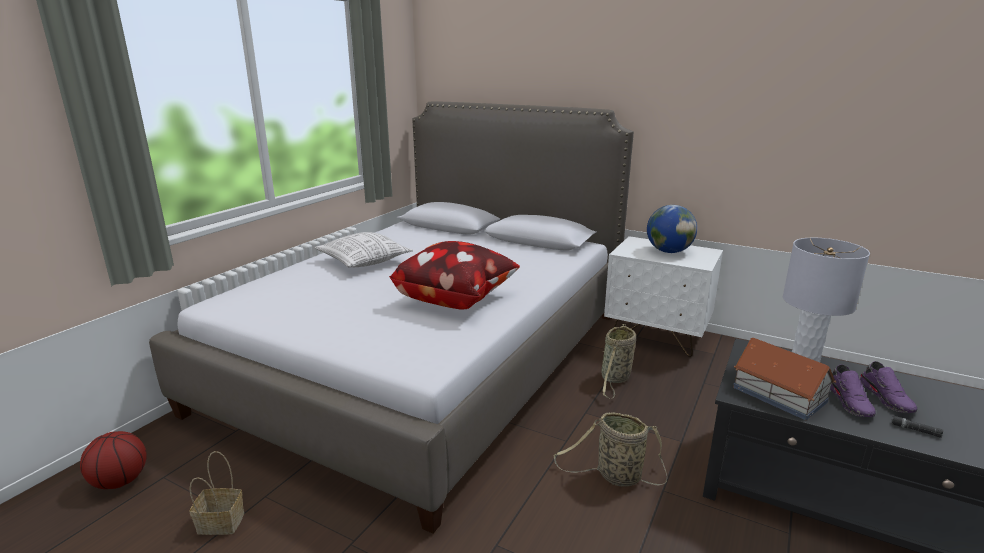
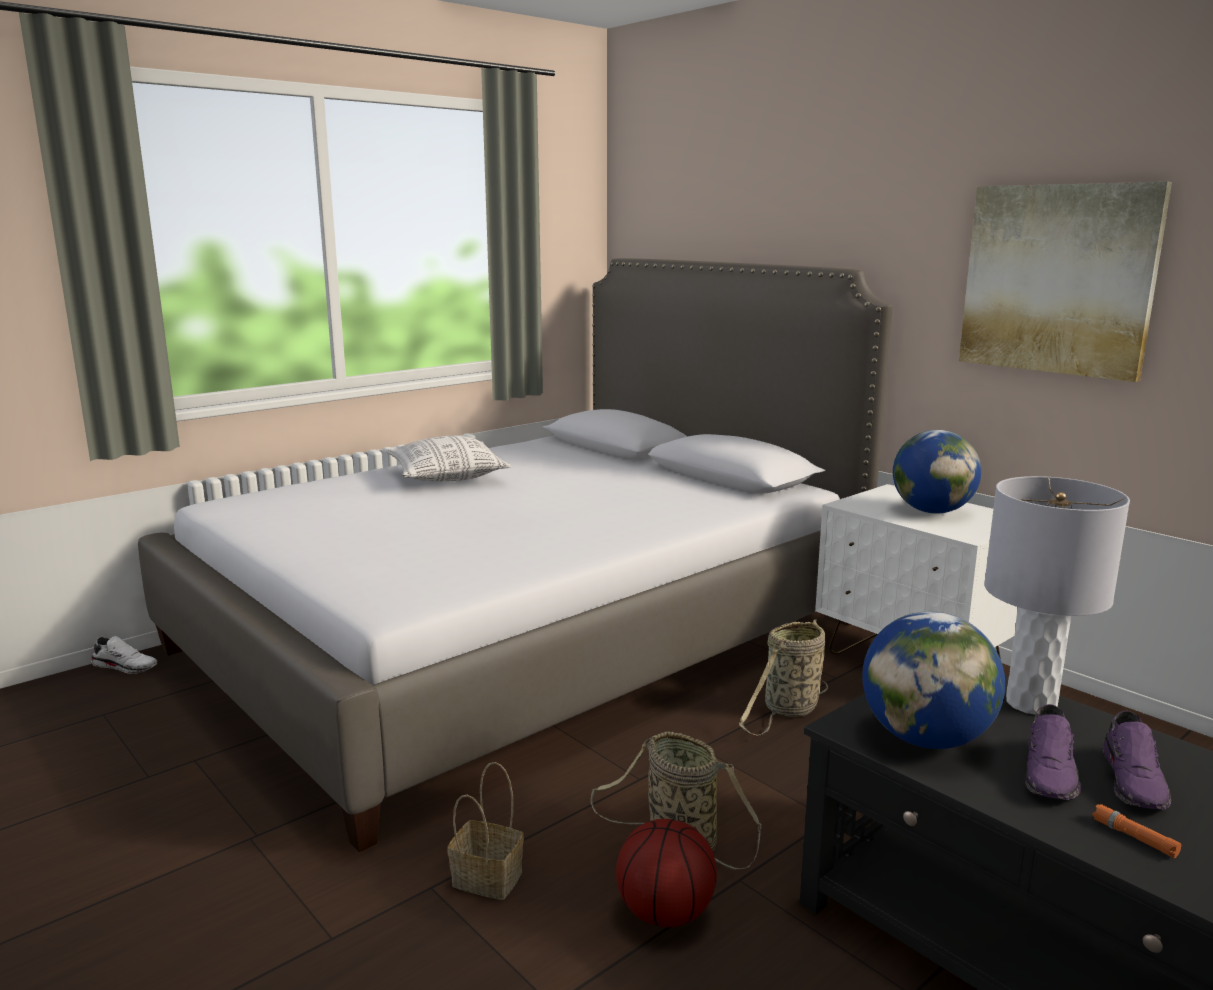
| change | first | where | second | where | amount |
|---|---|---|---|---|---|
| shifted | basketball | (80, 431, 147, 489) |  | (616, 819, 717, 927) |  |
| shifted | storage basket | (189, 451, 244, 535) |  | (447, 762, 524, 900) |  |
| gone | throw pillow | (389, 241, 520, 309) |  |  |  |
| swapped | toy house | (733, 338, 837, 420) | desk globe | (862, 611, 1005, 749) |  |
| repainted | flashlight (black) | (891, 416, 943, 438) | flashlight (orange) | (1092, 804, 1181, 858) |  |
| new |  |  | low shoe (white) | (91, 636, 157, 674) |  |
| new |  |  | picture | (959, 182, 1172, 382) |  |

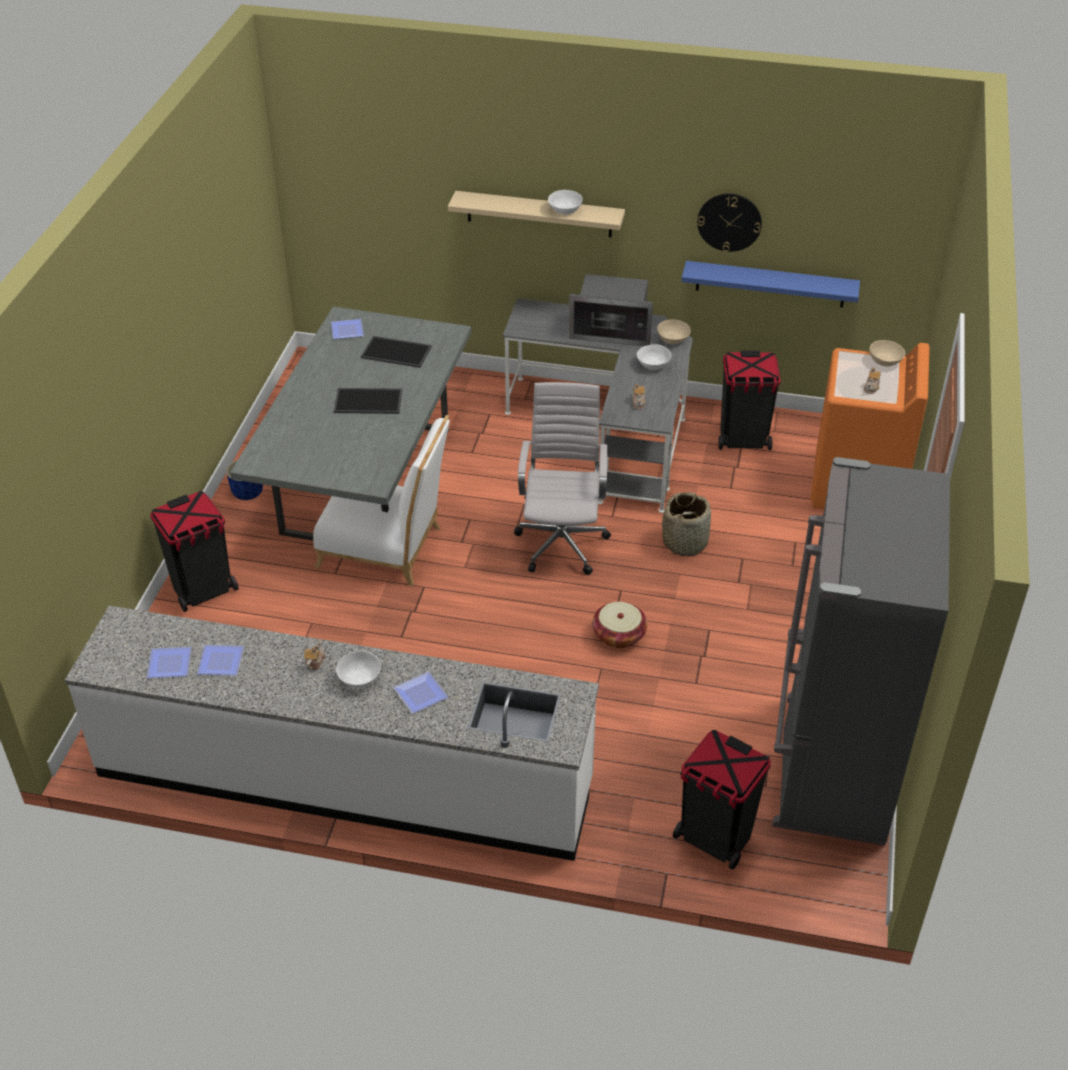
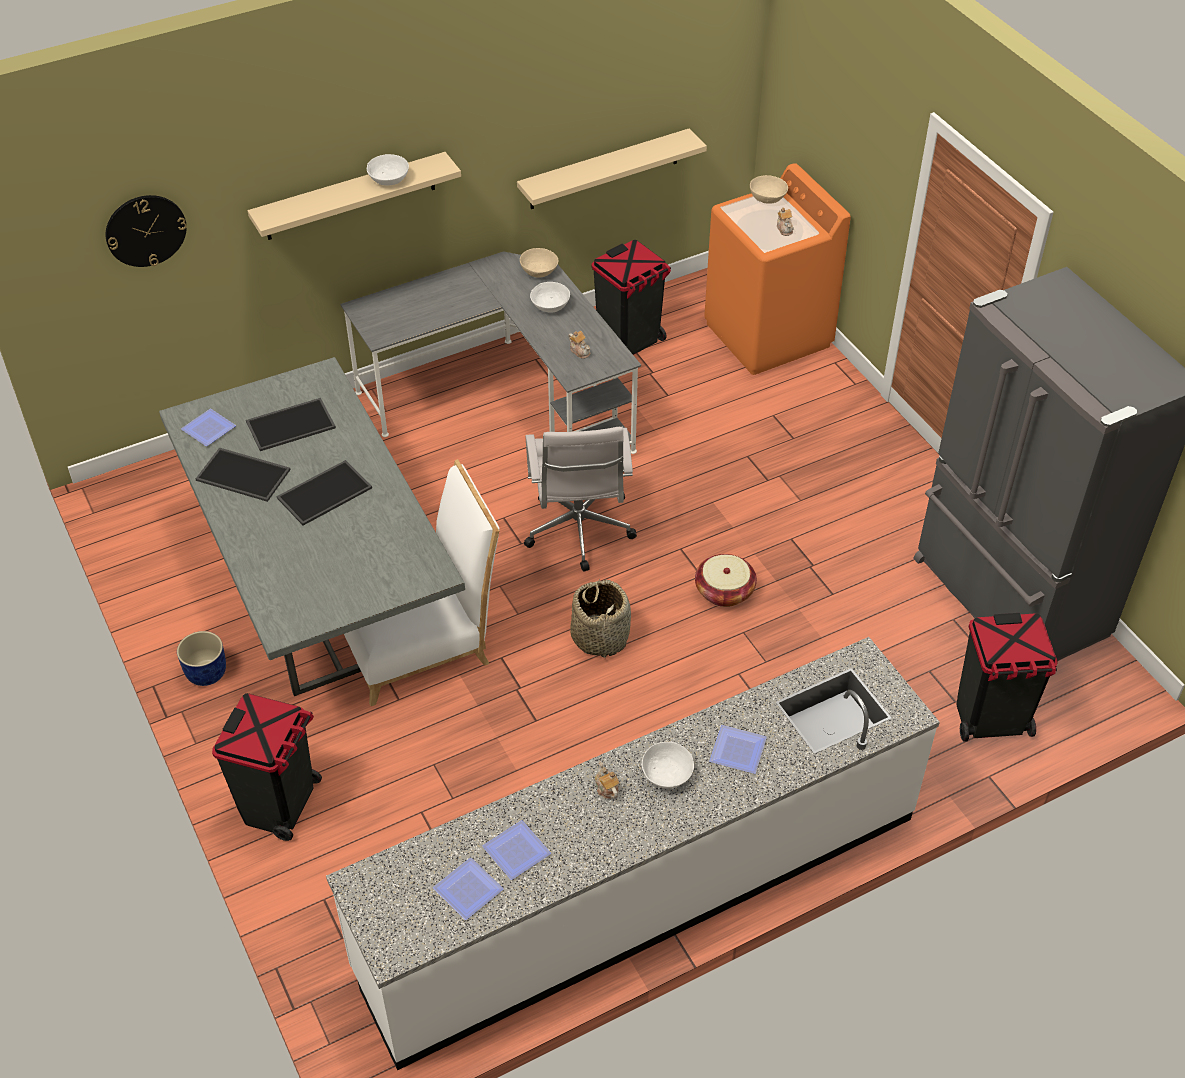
| change | first | where | second | where | amount |
|---|---|---|---|---|---|
| rotated | desk chair (white) | (514, 382, 611, 575) |  | (524, 427, 637, 572) | 150 degrees counterclockwise |
| gone | microwave | (569, 274, 653, 346) |  |  |  |
| shifted | storage basket | (662, 492, 711, 557) |  | (570, 579, 631, 658) |  |
| repainted | wall shelf (blue) | (681, 261, 860, 308) | wall shelf (sand-coloured) | (517, 128, 707, 209) |  |
| shifted | clock on the wall | (697, 194, 762, 252) |  | (106, 195, 187, 267) |  |
| new |  |  | carrying tray | (196, 447, 290, 502) |  |

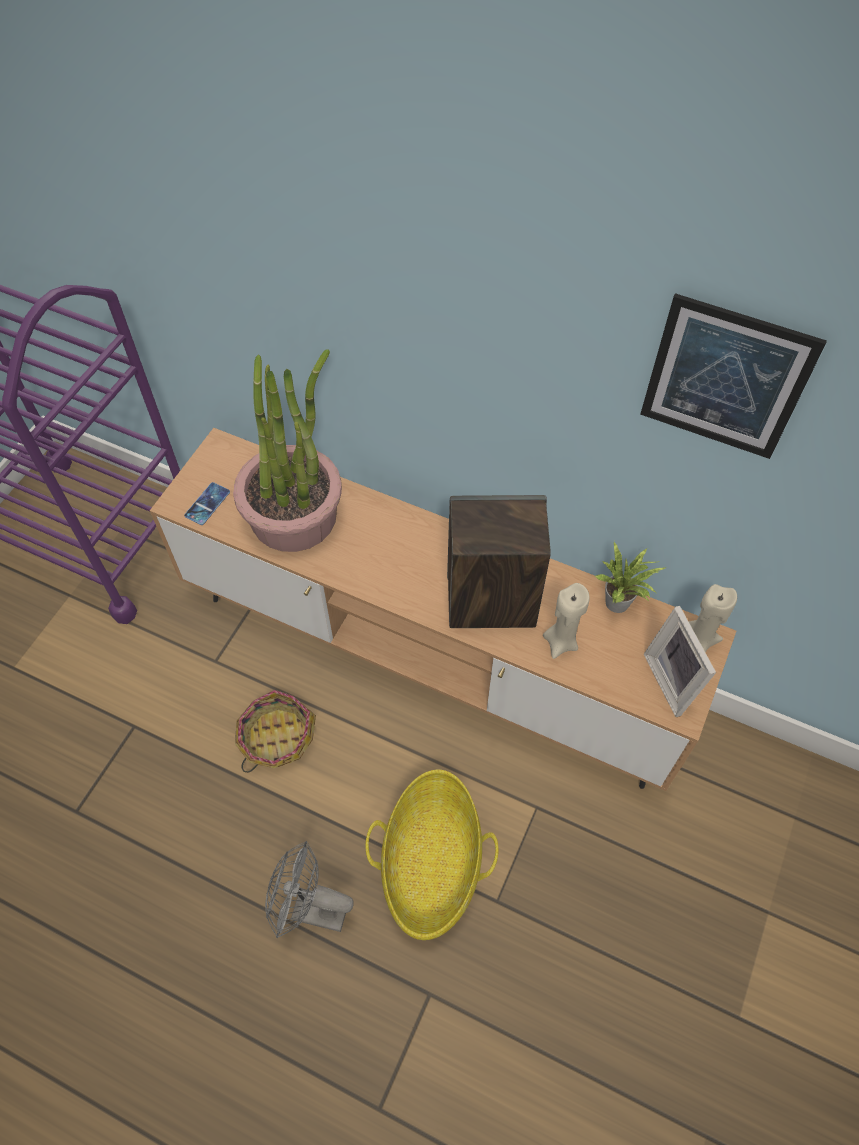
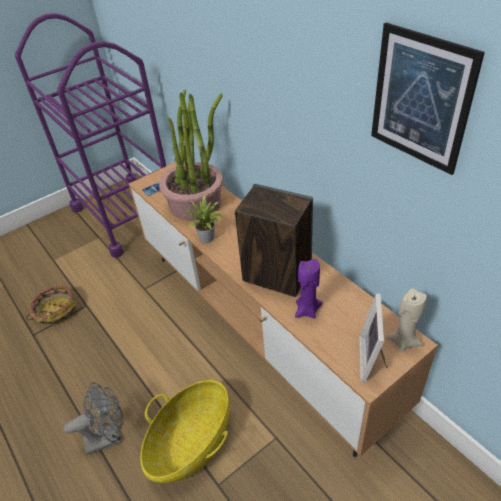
| change | first | where | second | where | amount |
|---|---|---|---|---|---|
| shifted | storage basket | (235, 690, 316, 773) |  | (26, 284, 77, 324) |  |
| rotated | fan (greyish) | (265, 841, 354, 938) |  | (64, 382, 123, 455) | 120 degrees clockwise |
| repainted | wax light (sand-coloured) | (543, 583, 590, 659) | wax light (purple) | (295, 259, 323, 318) |  |
| shifted | houseplant | (595, 542, 665, 613) |  | (182, 195, 223, 243) |  |

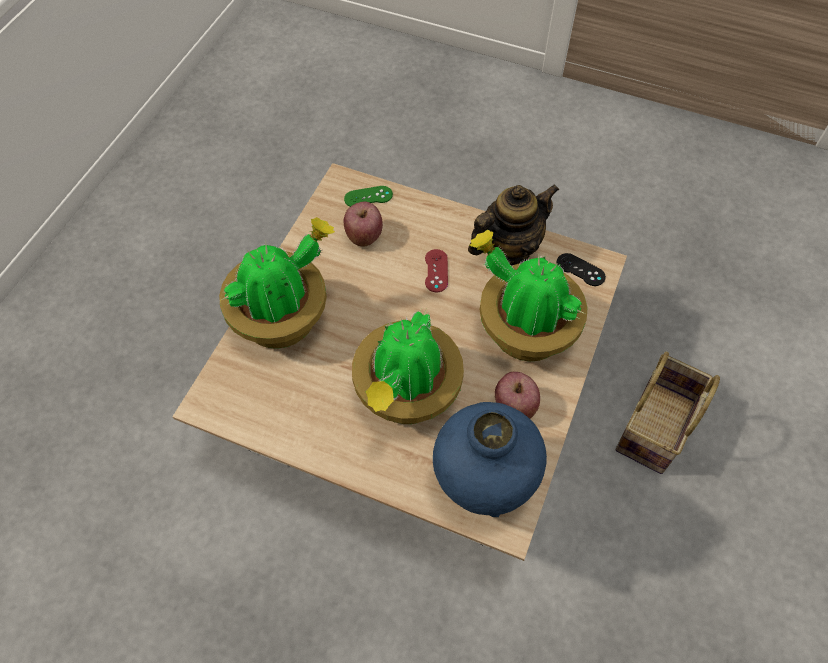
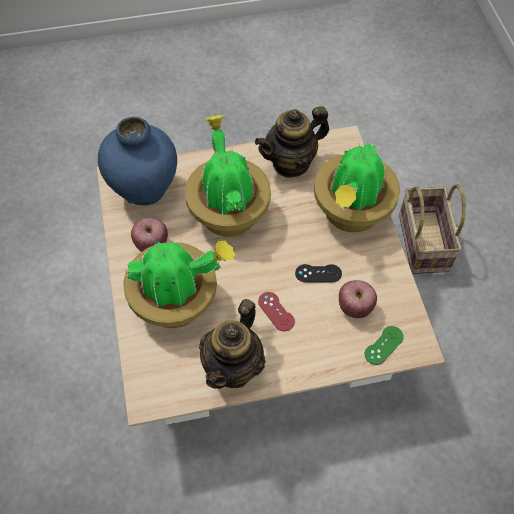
| change | first | where | second | where | amount |
|---|---|---|---|---|---|
| shifted | gamepad (black) | (556, 253, 606, 286) |  | (295, 264, 342, 283) |  |
| shifted | storage basket | (616, 352, 720, 474) |  | (399, 184, 466, 274) |  |
| new |  |  | teapot | (255, 106, 329, 178) |  |

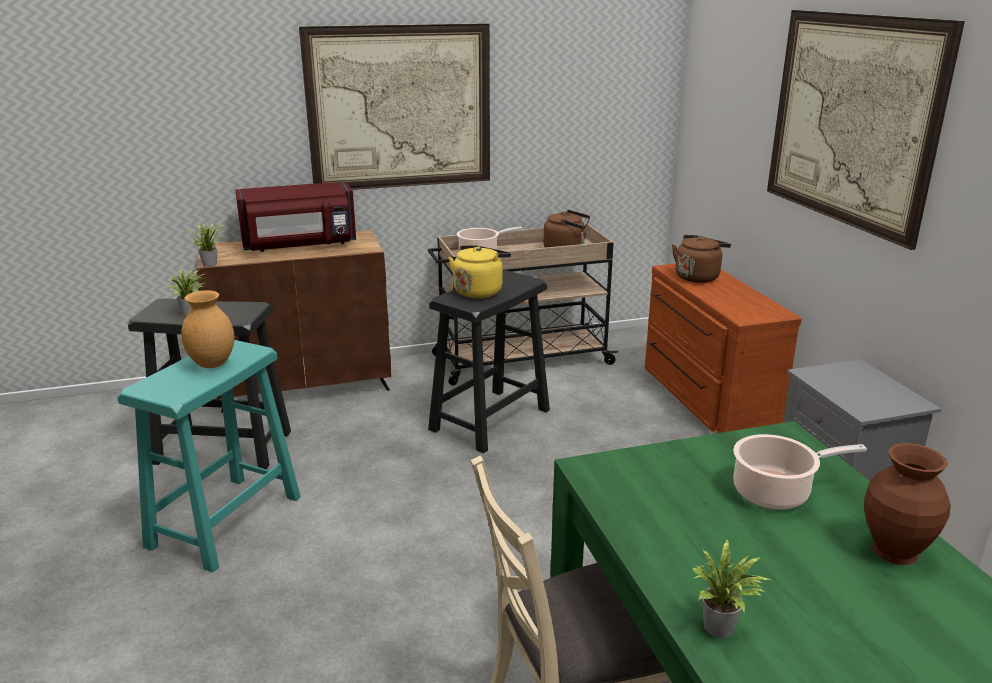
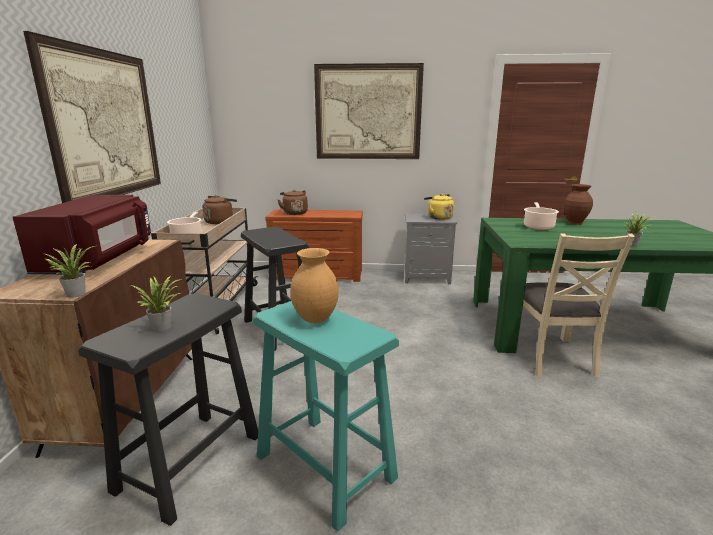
| change | first | where | second | where | amount |
|---|---|---|---|---|---|
| shifted | kettle (yellowish) | (448, 245, 511, 298) |  | (424, 194, 454, 220) |  |

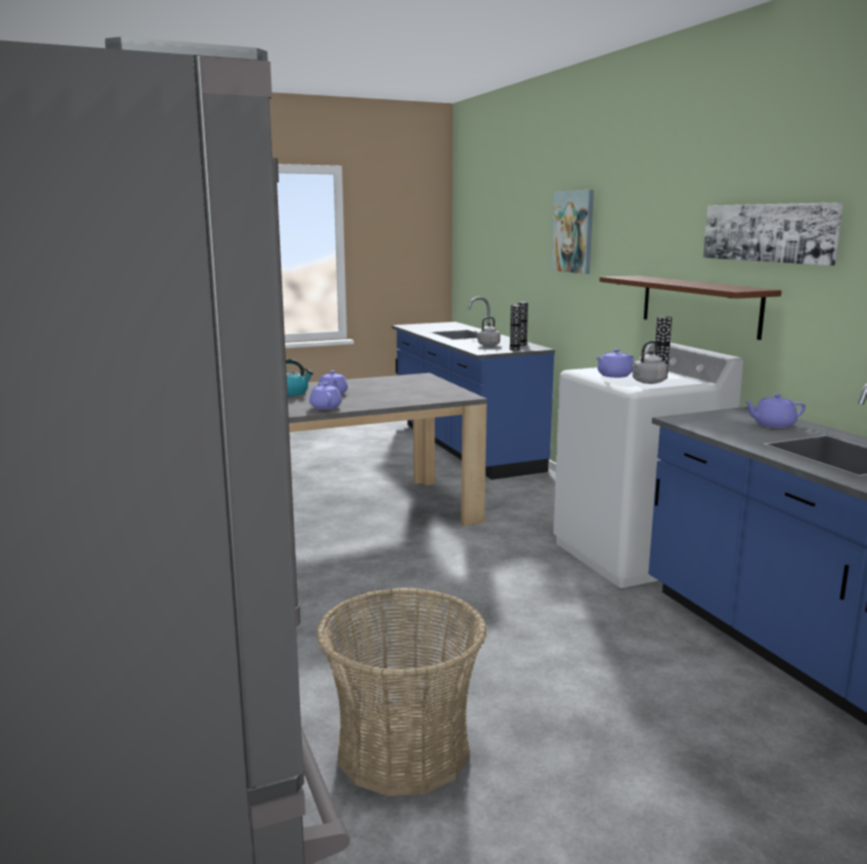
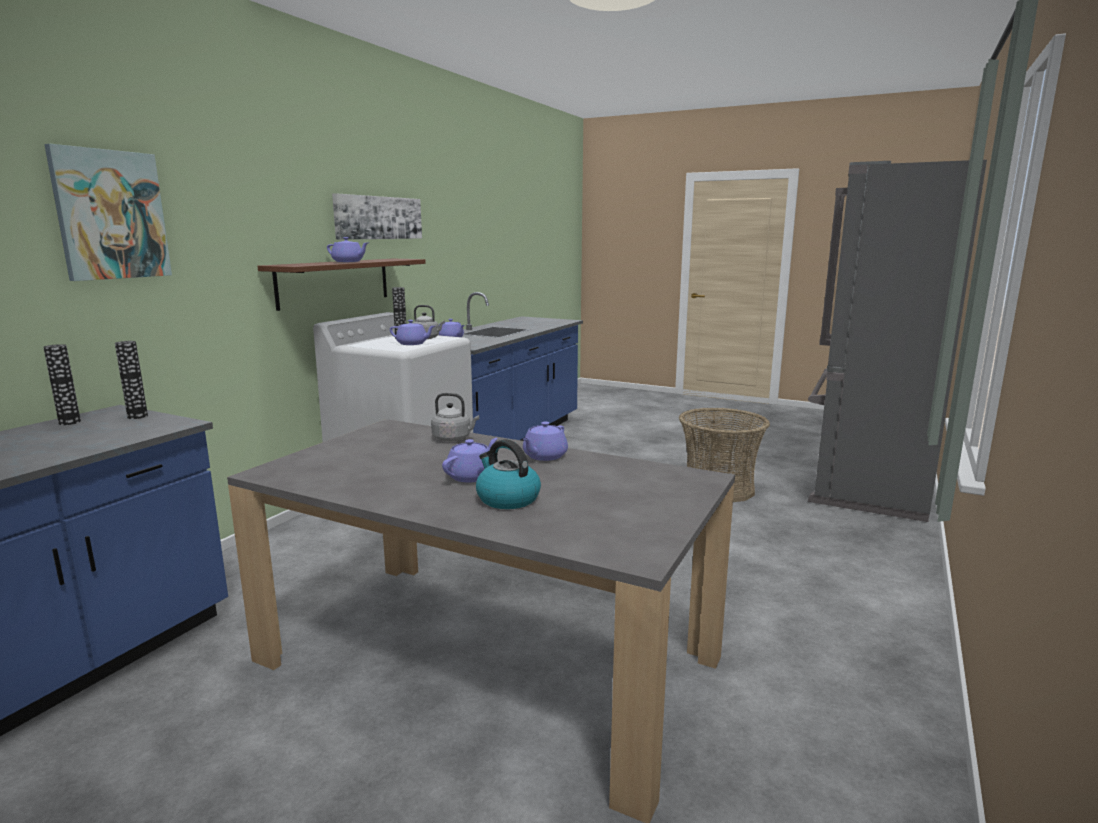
| change | first | where | second | where | amount |
|---|---|---|---|---|---|
| shifted | kettle (greyish) | (474, 317, 500, 346) |  | (431, 393, 479, 441) |  |
| new |  |  | teapot (purple) | (327, 237, 368, 262) |  |

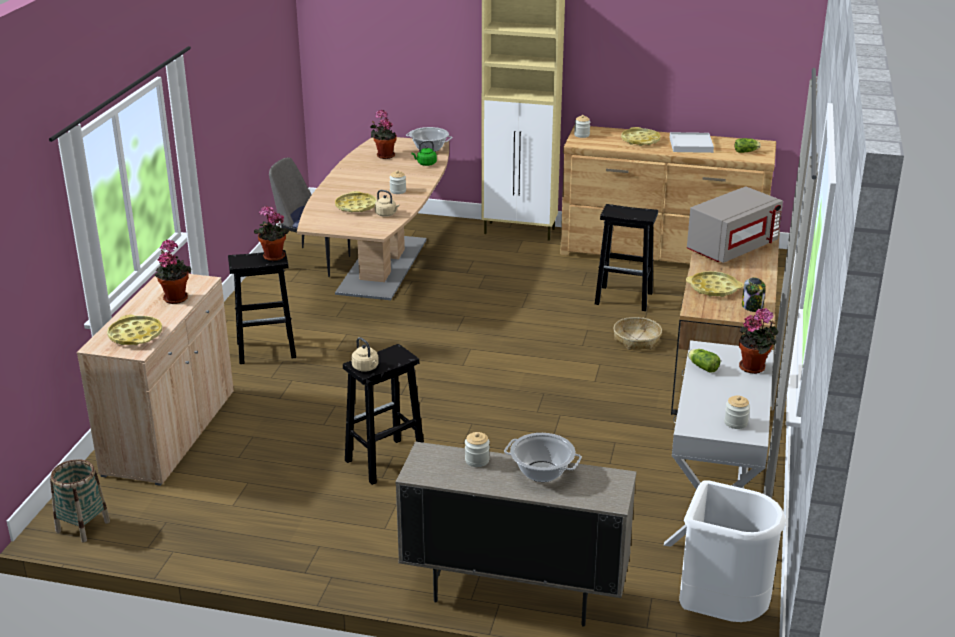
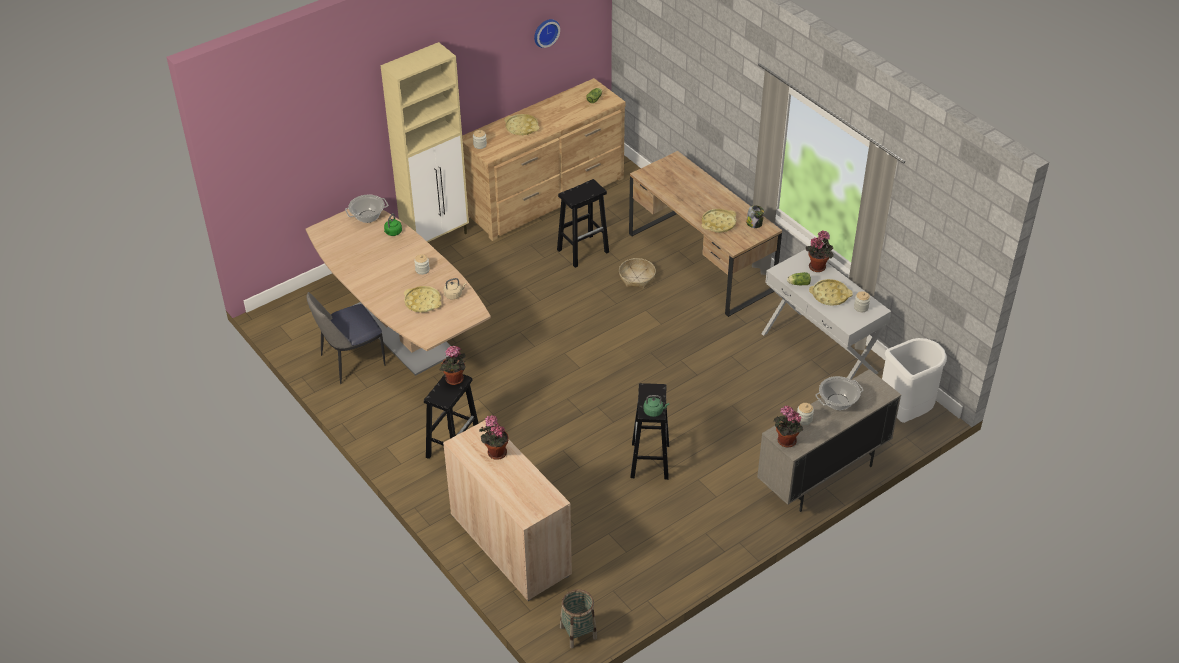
| change | first | where | second | where | amount |
|---|---|---|---|---|---|
| shifted | carrying tray (yellowish) | (107, 315, 162, 345) |  | (809, 279, 853, 306) |  |
| repainted | kettle (sand-coloured) | (351, 337, 379, 372) | kettle (green-coloured) | (644, 395, 669, 417) |  |
| shifted | houseplant | (371, 110, 397, 159) |  | (774, 405, 803, 448) |  |
| gone | carrying tray (white) | (670, 132, 714, 153) |  |  |  |
| gone | microwave (greyish) | (687, 187, 783, 263) |  |  |  |
| new |  |  | clock on the wall | (534, 19, 560, 48) |  |

